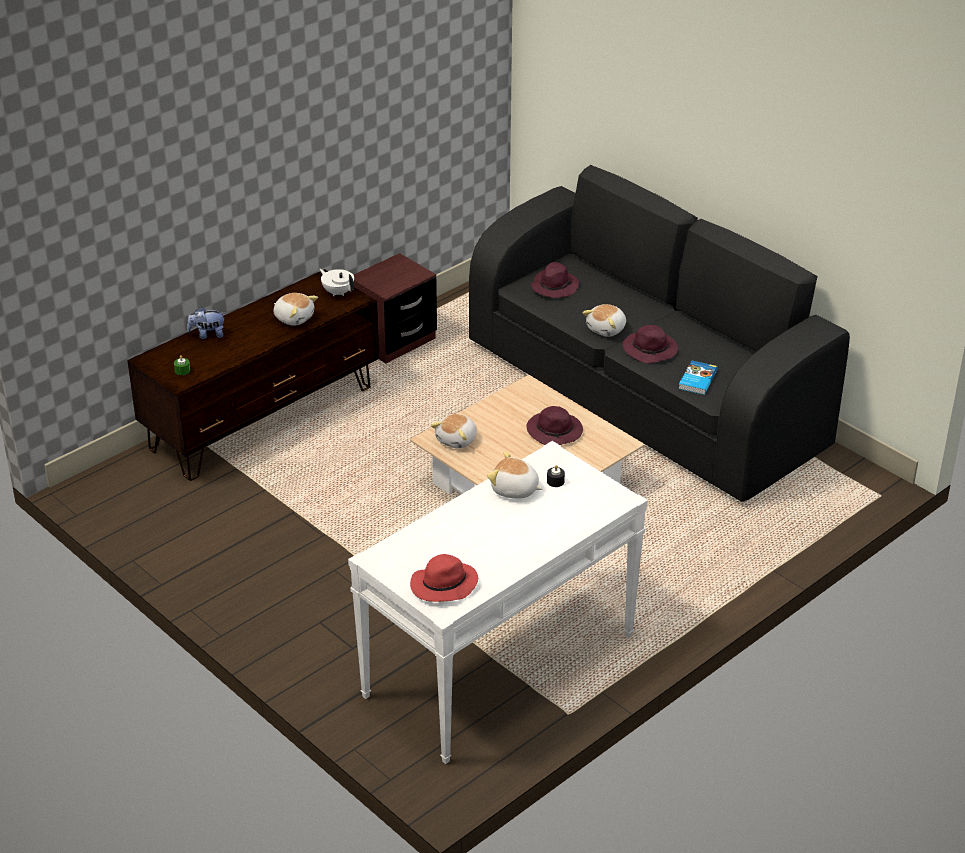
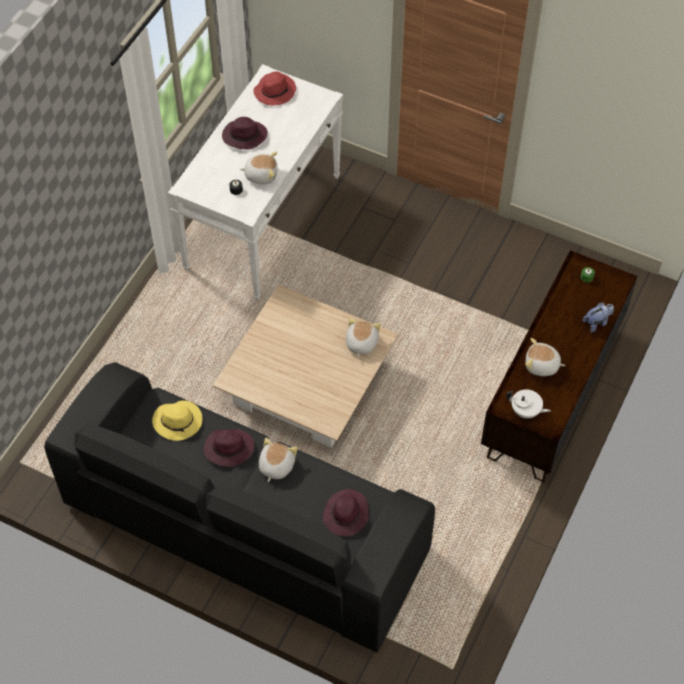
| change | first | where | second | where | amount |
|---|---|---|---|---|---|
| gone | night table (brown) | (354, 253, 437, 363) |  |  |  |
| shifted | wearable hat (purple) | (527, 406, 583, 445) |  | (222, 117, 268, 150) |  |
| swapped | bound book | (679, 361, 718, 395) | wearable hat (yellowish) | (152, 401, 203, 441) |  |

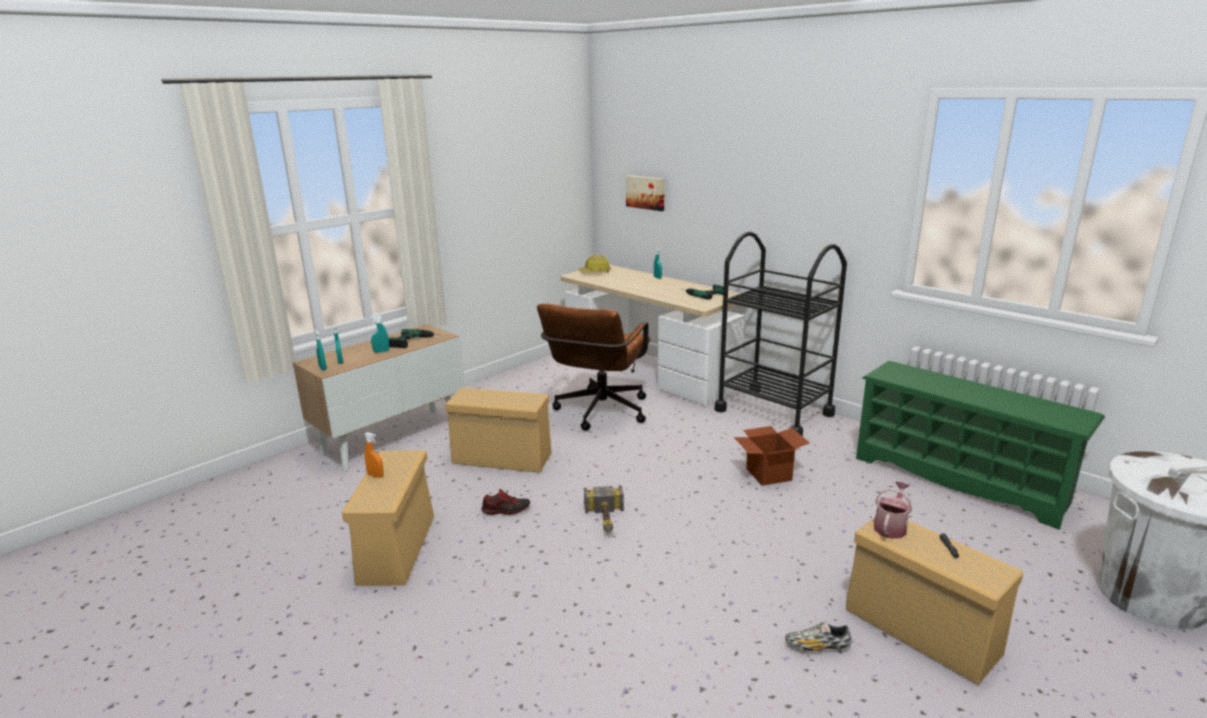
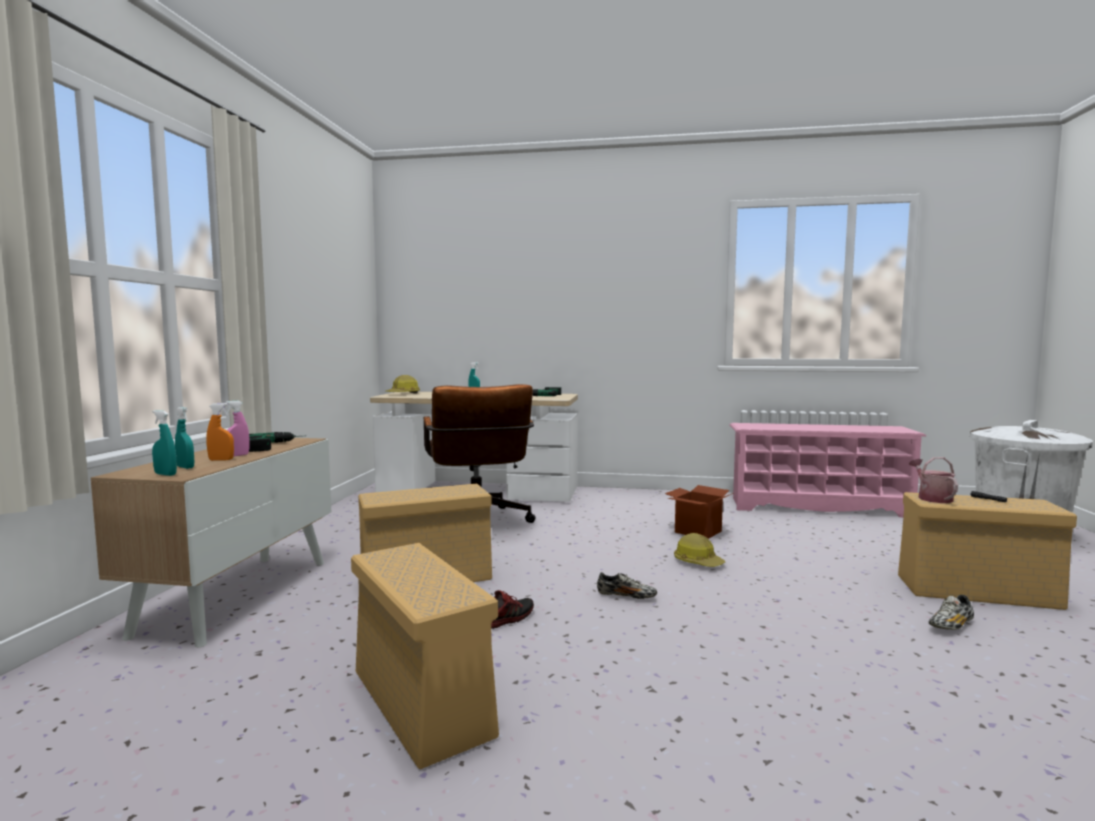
| change | first | where | second | where | amount |
|---|---|---|---|---|---|
| shifted | spray bottle (orange) | (364, 432, 384, 478) |  | (206, 403, 234, 461) |  |
| repainted | spray bottle (turquoise) | (370, 316, 389, 353) | spray bottle (pink) | (225, 401, 249, 457) |  |
| swapped | tool hammer | (584, 485, 624, 533) | low shoe | (597, 572, 657, 599) |  |
| gone | picture | (626, 175, 665, 211) |  |  |  |
| gone | trolley (black) | (715, 232, 847, 436) |  |  |  |
| repainted | shoe rack (green-coloured) | (856, 361, 1105, 530) | shoe rack (pink) | (729, 423, 926, 517) |  |
| new |  |  | hard hat | (674, 533, 725, 567) |  |

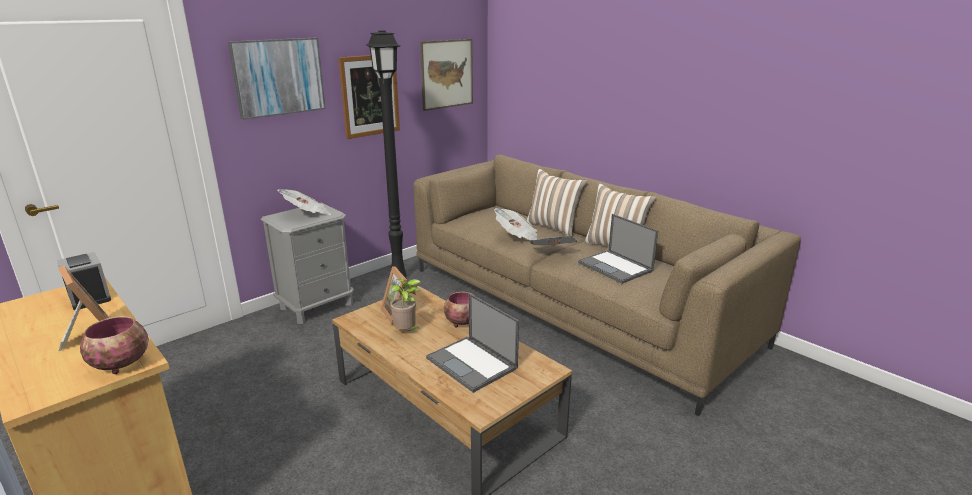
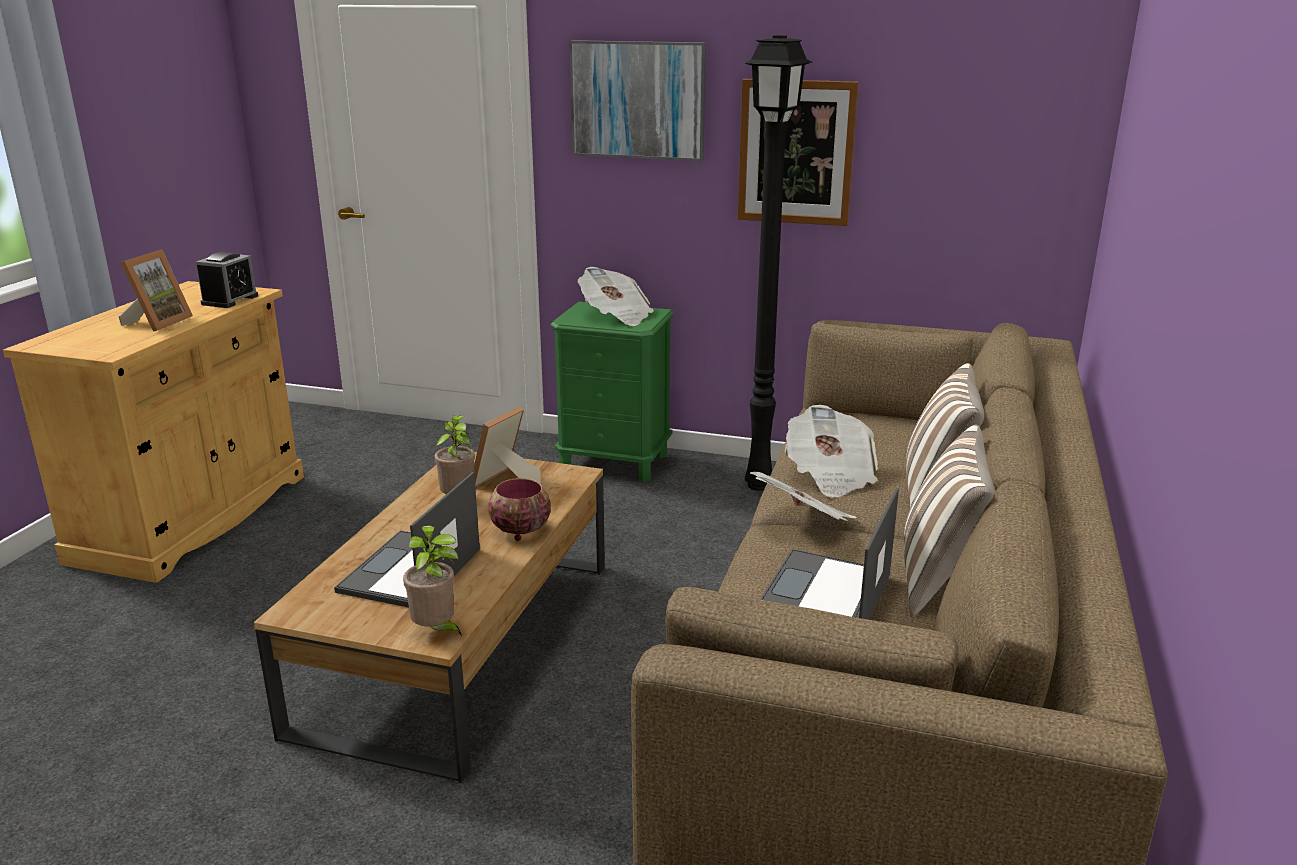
| change | first | where | second | where | amount |
|---|---|---|---|---|---|
| gone | serving bowl | (80, 316, 149, 374) |  |  |  |
| repainted | night table (greyish) | (261, 203, 354, 324) | night table (green-coloured) | (550, 302, 674, 482) |  |
| gone | picture | (420, 39, 473, 111) |  |  |  |
| new |  |  | houseplant | (403, 525, 462, 636) |  |

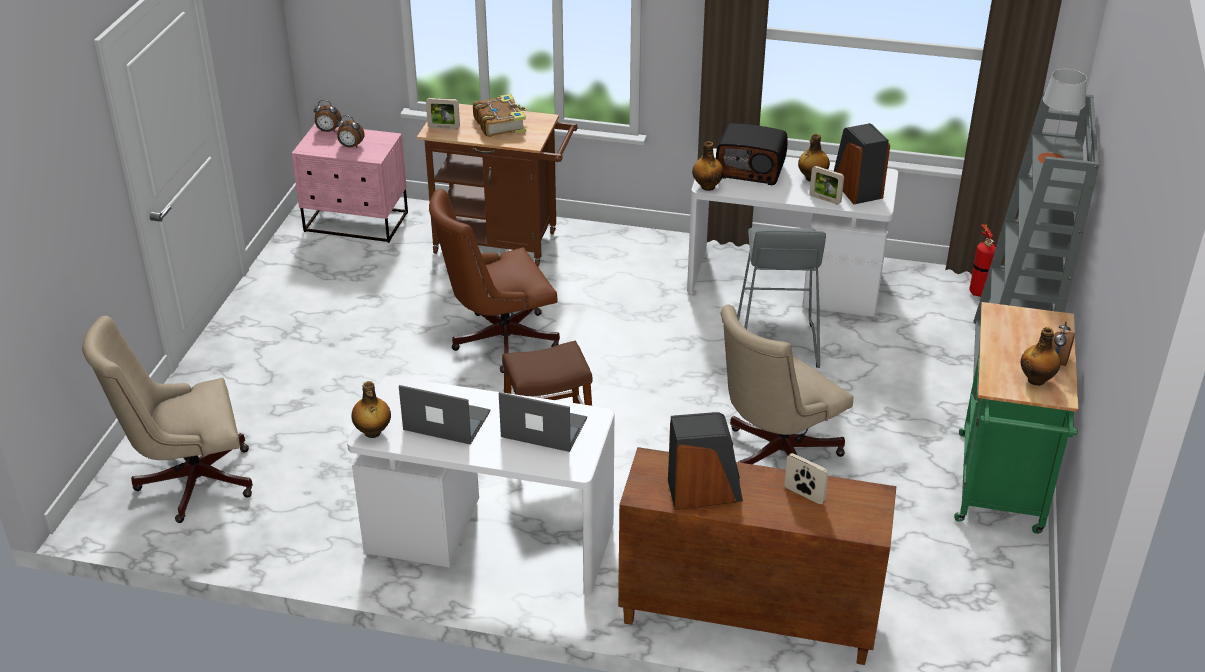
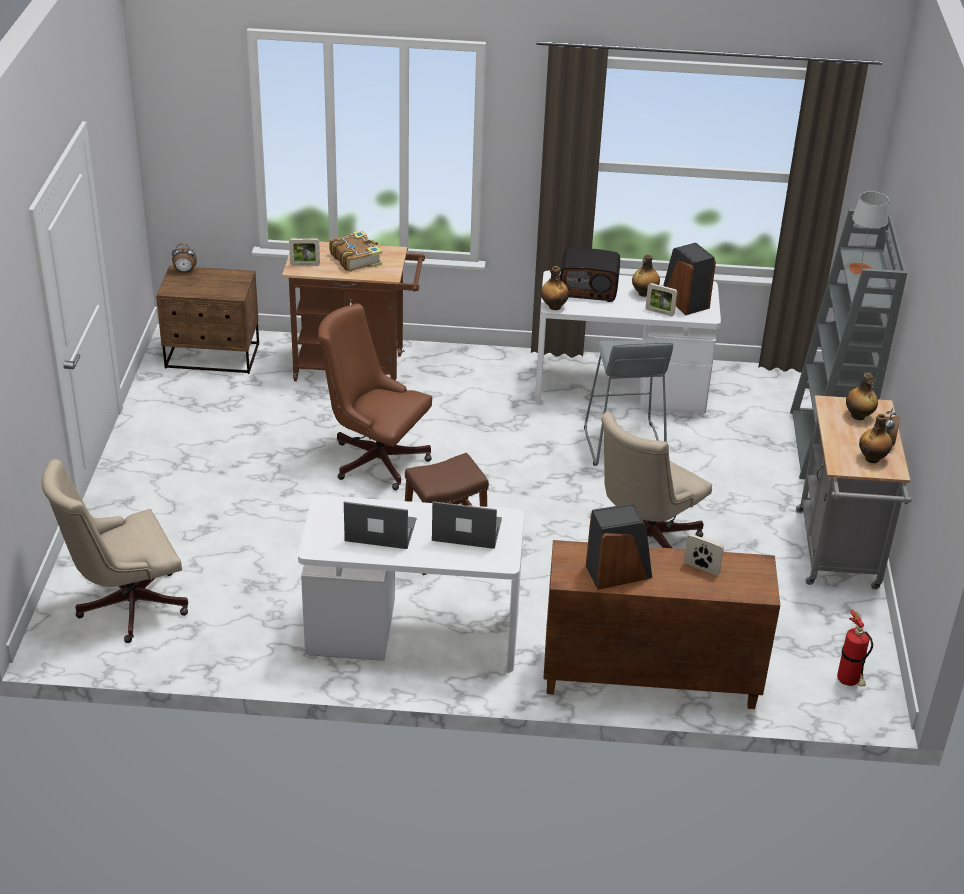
| change | first | where | second | where | amount |
|---|---|---|---|---|---|
| repainted | night table (pink) | (291, 124, 408, 243) | night table (brown) | (156, 266, 259, 374) |  |
| gone | alarm clock | (336, 115, 365, 148) |  |  |  |
| shifted | beverage bottle | (351, 381, 391, 438) |  | (846, 373, 878, 420) |  |
| rotated | desk chair (brown) | (429, 189, 560, 373) |  | (318, 303, 432, 490) | 60 degrees clockwise |
| repainted | trolley (green-coloured) | (954, 302, 1078, 534) | trolley (greyish) | (796, 395, 912, 590) |  |
| shifted | extinguisher | (970, 224, 997, 297) |  | (837, 610, 873, 687) |  |

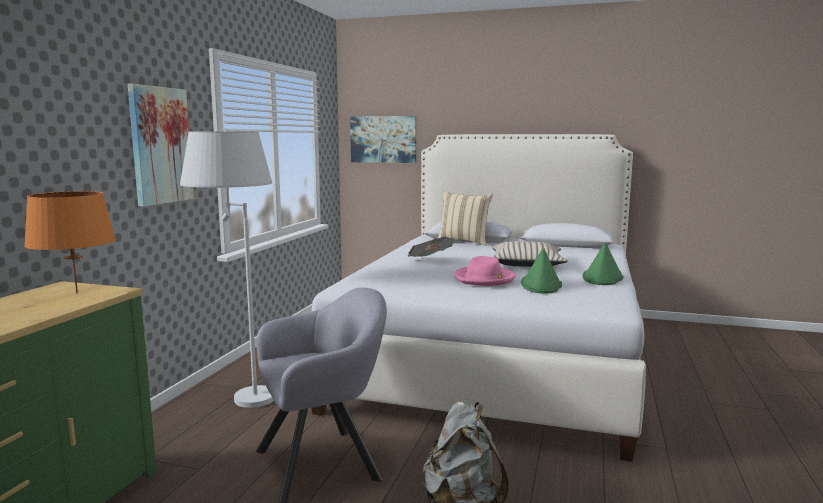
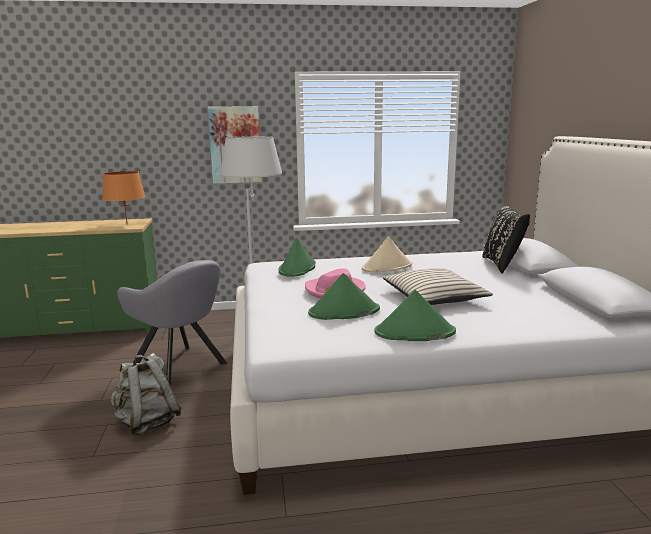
| change | first | where | second | where | amount |
|---|---|---|---|---|---|
| gone | picture | (350, 116, 416, 163) |  |  |  |
| swapped | printed paper | (408, 237, 455, 257) | wearable hat (sand-coloured) | (362, 236, 412, 272) |  |
| repainted | throw pillow (sand-coloured) | (438, 192, 493, 246) | throw pillow (black) | (482, 204, 530, 274) |  |
| new |  |  | wearable hat (green-coloured) | (279, 238, 316, 277) |  |

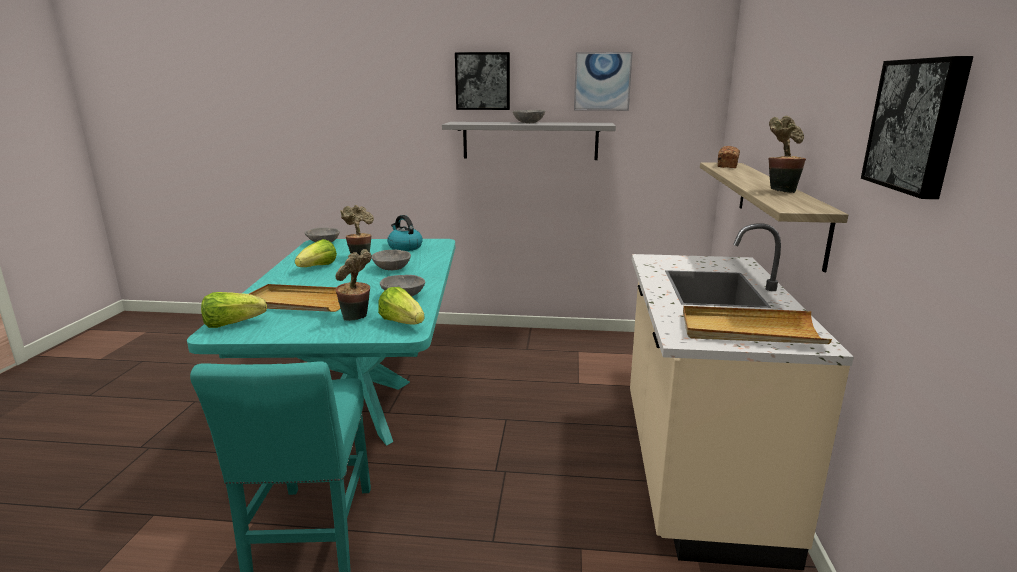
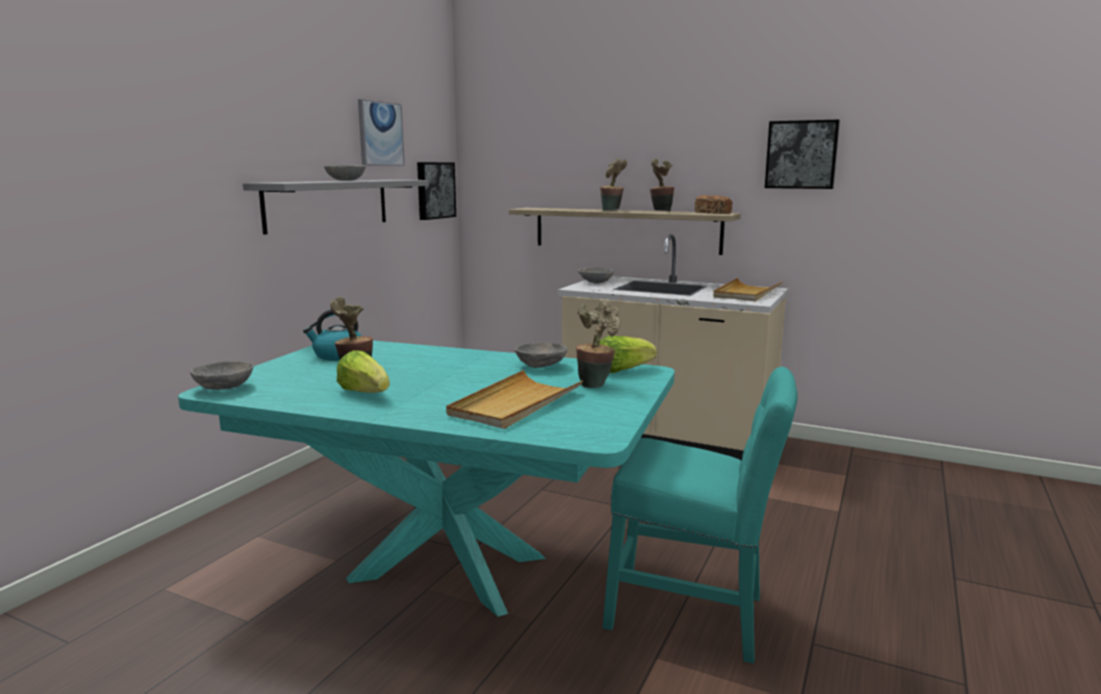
| change | first | where | second | where | amount |
|---|---|---|---|---|---|
| gone | lettuce head | (201, 292, 267, 328) |  |  |  |
| shifted | serving bowl (greyish) | (372, 250, 411, 270) |  | (578, 267, 614, 284) |  |
| shifted | picture | (455, 52, 510, 110) |  | (417, 162, 456, 220) |  |
| shifted | baked bread | (718, 146, 740, 168) |  | (695, 195, 733, 214) |  |
| new |  |  | houseplant | (600, 159, 627, 210) |  |

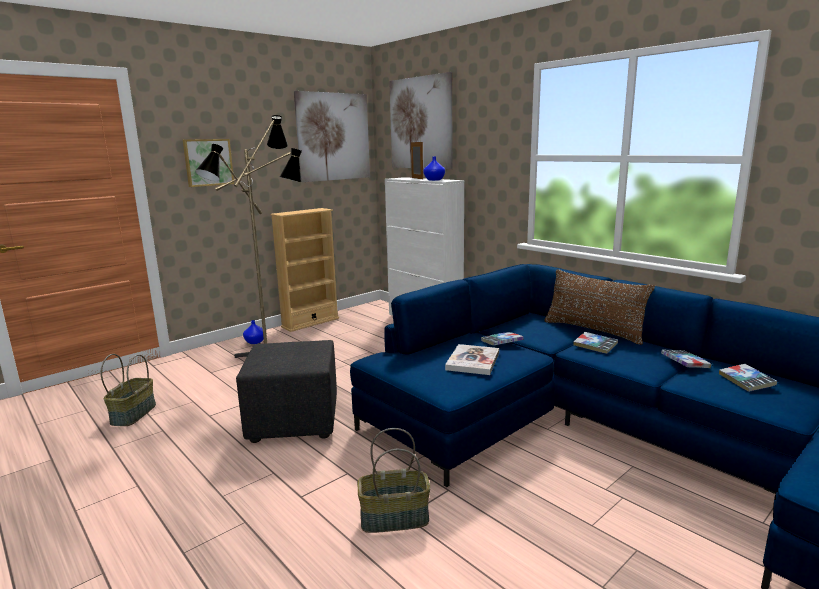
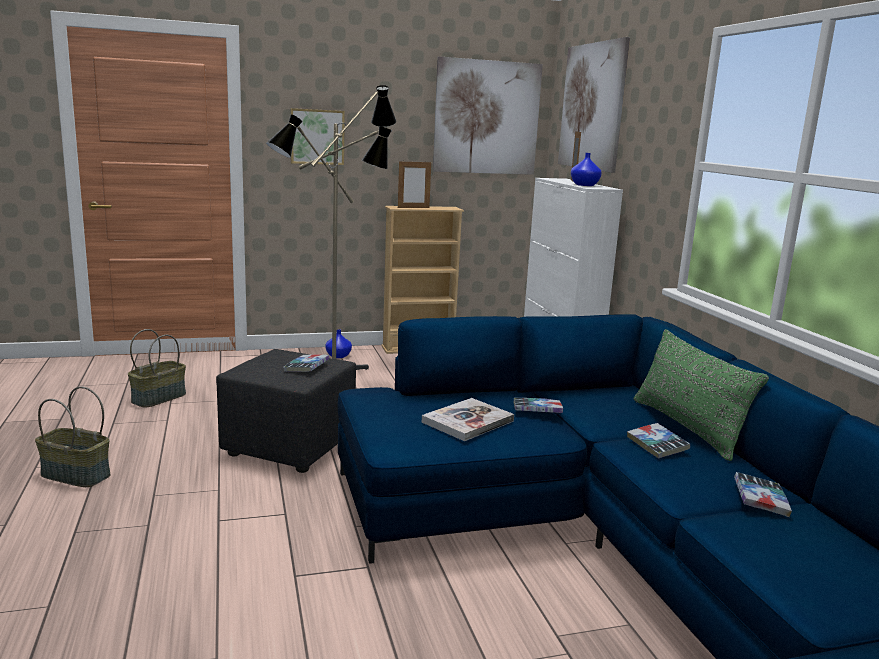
| change | first | where | second | where | amount |
|---|---|---|---|---|---|
| shifted | storage basket | (357, 428, 430, 533) |  | (35, 386, 111, 487) |  |
| repainted | throw pillow (brown) | (544, 269, 655, 345) | throw pillow (green-coloured) | (634, 329, 769, 461) |  |
| shifted | bound book | (719, 364, 777, 392) |  | (283, 354, 330, 372) |  |
| new |  |  | standing frame | (398, 162, 431, 208) |  |

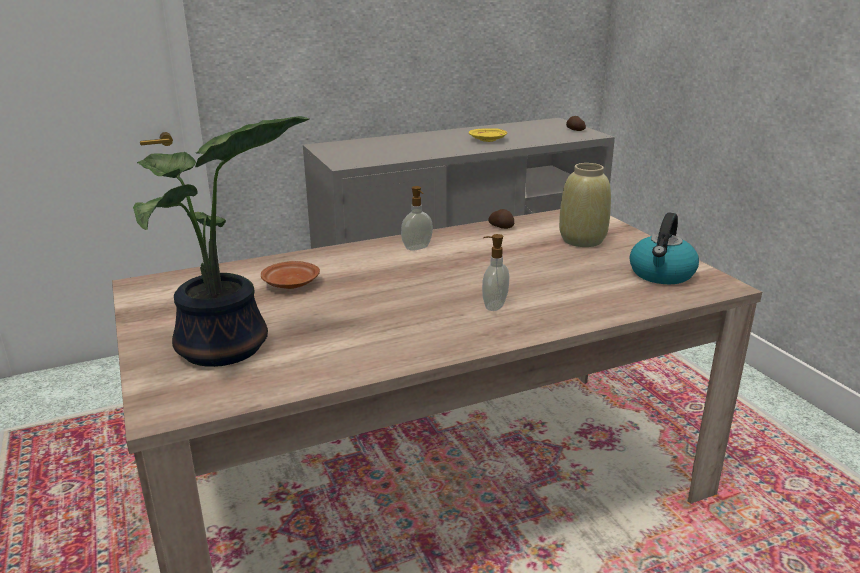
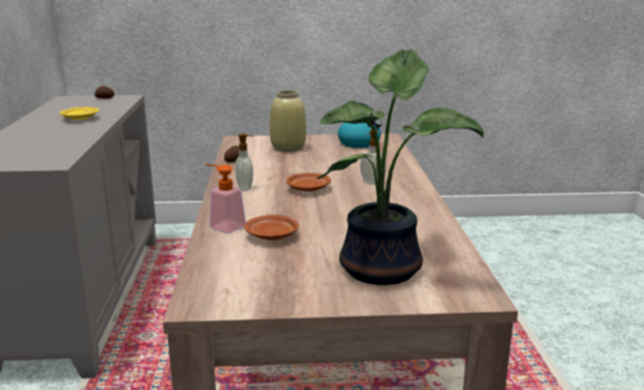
| change | first | where | second | where | amount |
|---|---|---|---|---|---|
| new |  |  | soap dispenser | (205, 164, 246, 233) |  |
| new |  |  | dinner plate (brown) | (286, 173, 331, 192) |  |

